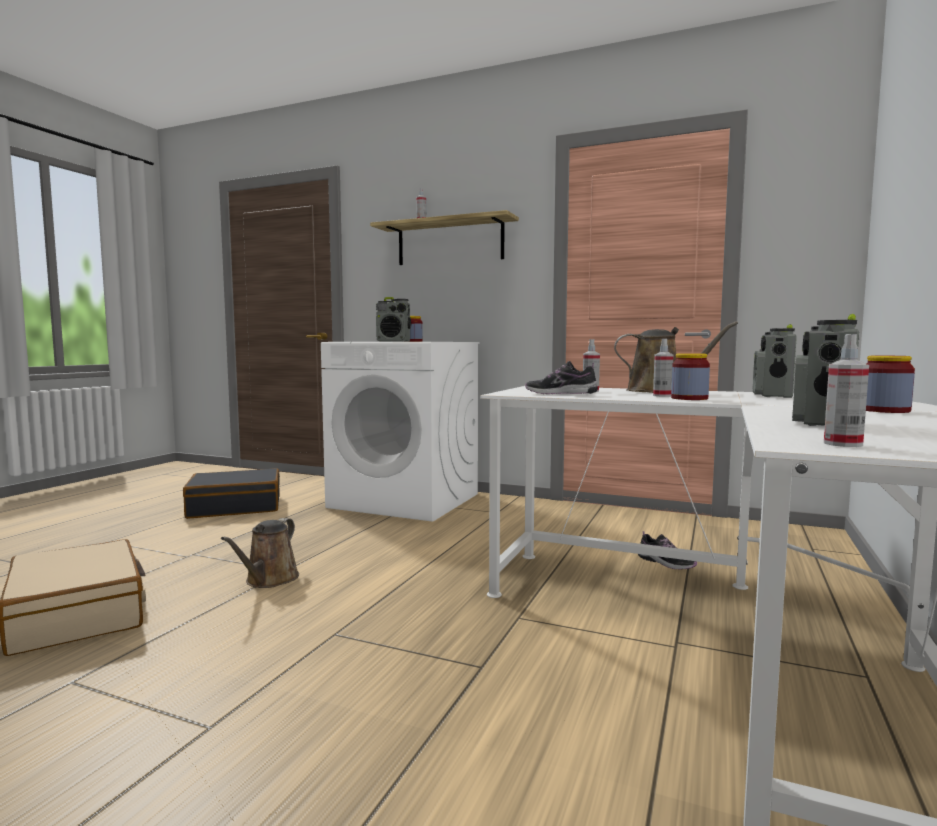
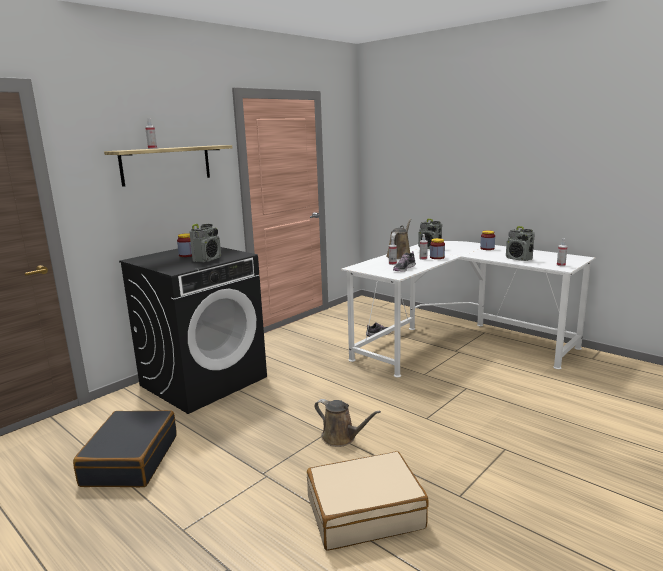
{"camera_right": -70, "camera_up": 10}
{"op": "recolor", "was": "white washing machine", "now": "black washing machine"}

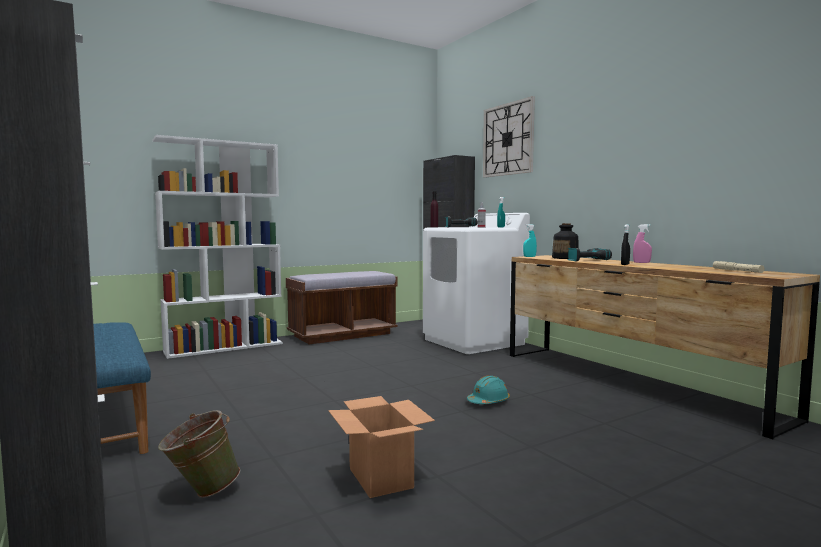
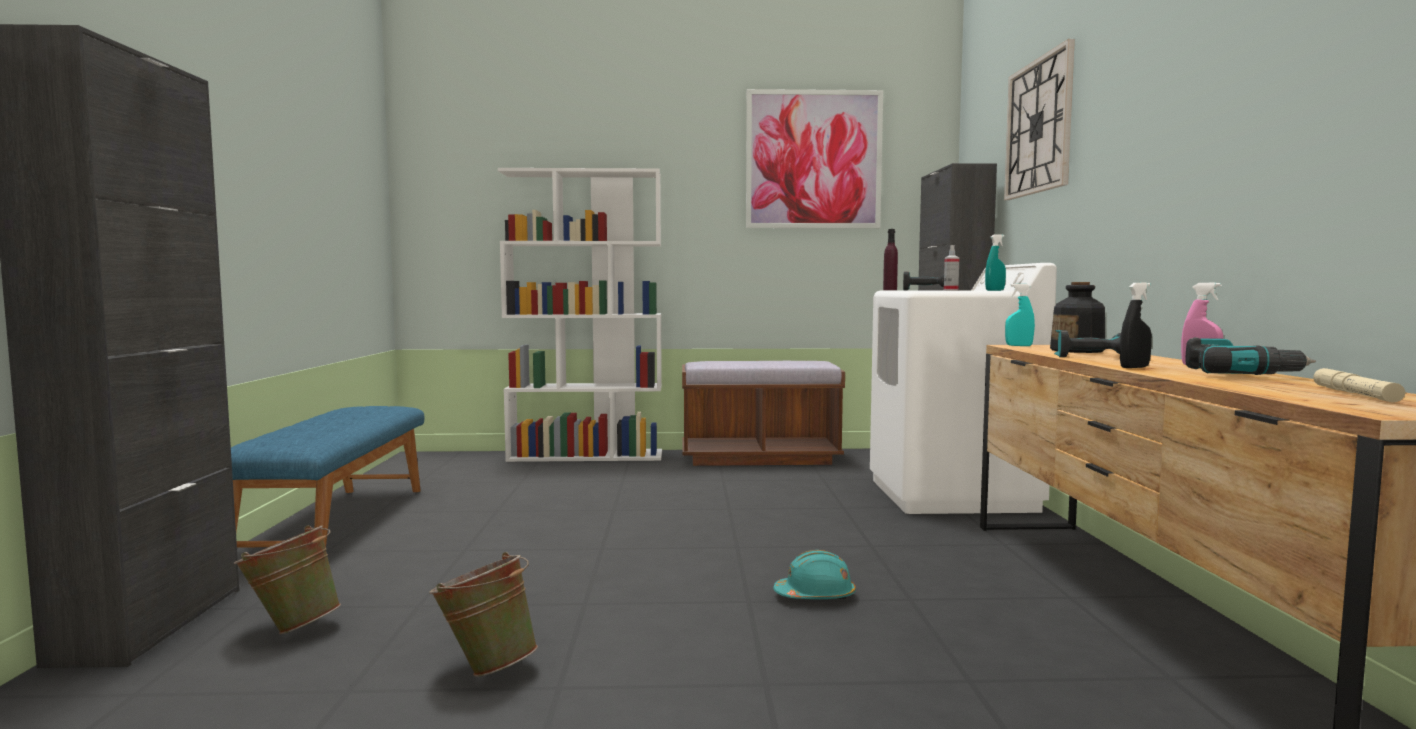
{"camera_right": 30, "camera_up": 0}
{"op": "replace", "was": "cardboard box", "now": "green bucket (2nd from left)"}
{"op": "insert", "now": "picture"}
{"op": "insert", "now": "power drill (3rd from left)"}

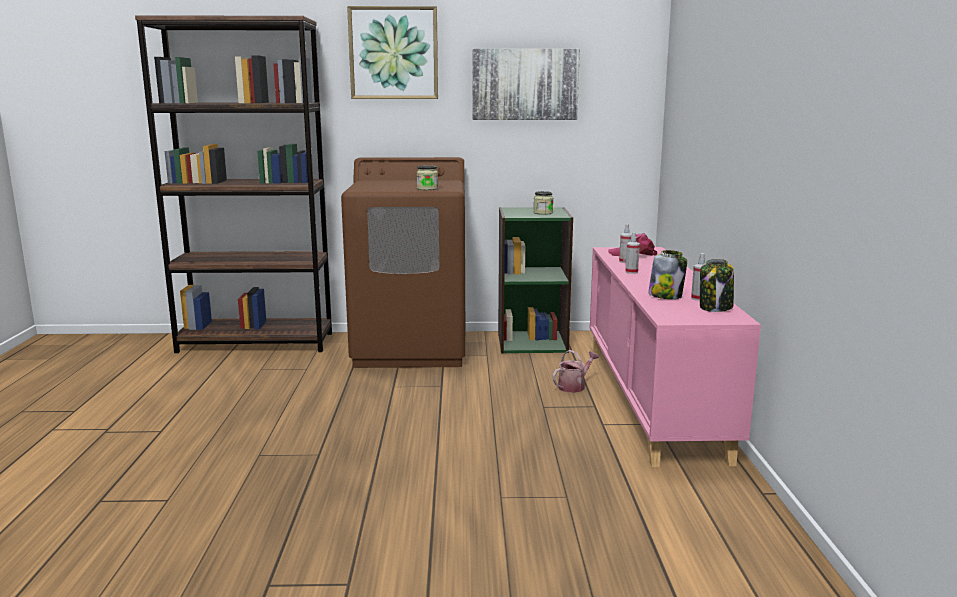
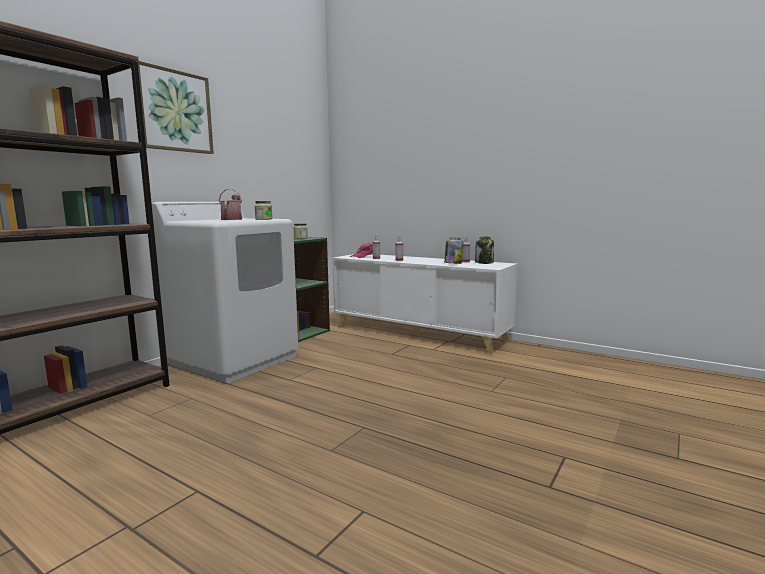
{"camera_right": -55, "camera_up": -5}
{"op": "recolor", "was": "brown washing machine", "now": "white washing machine"}
{"op": "move", "was": "watering can"}
{"op": "recolor", "was": "pink cabinet", "now": "white cabinet"}
{"op": "delete", "was": "picture (2nd from left)"}

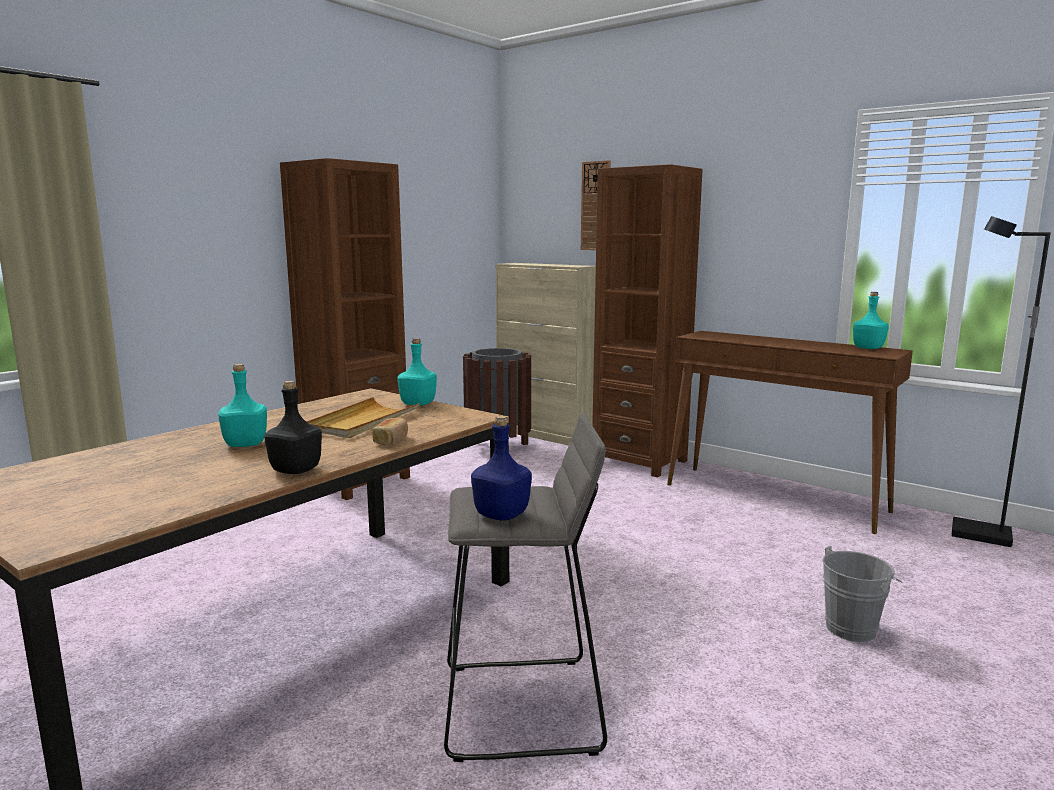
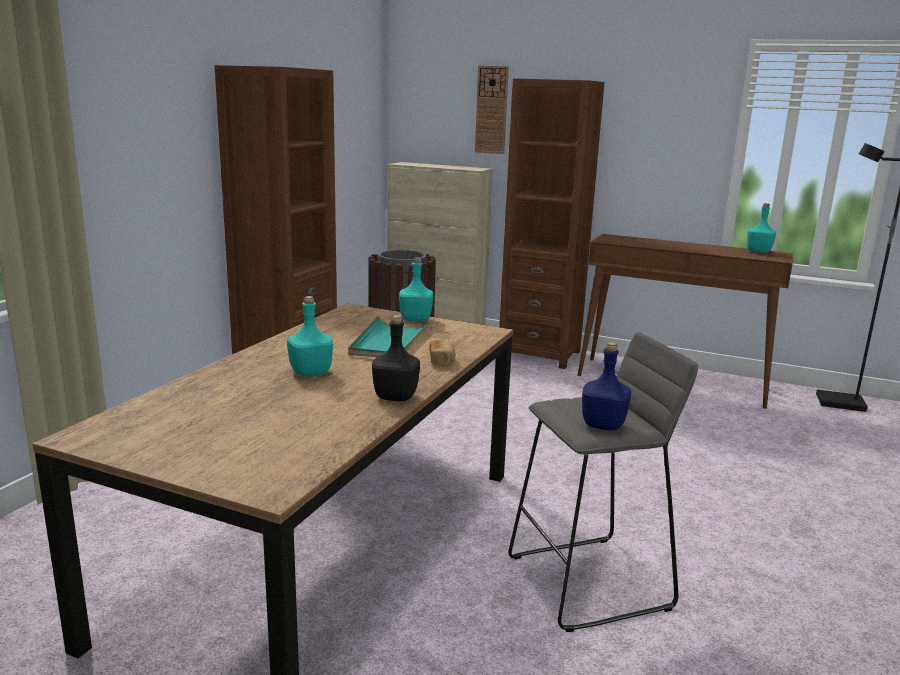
{"camera_right": -15, "camera_up": 5}
{"op": "recolor", "was": "beige tray", "now": "turquoise tray"}
{"op": "delete", "was": "grey bucket"}

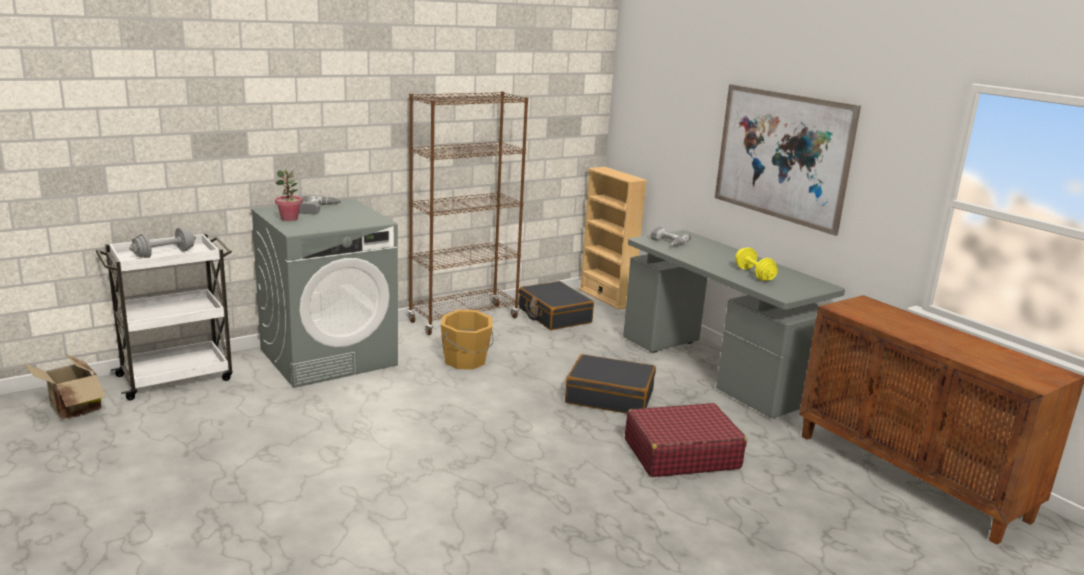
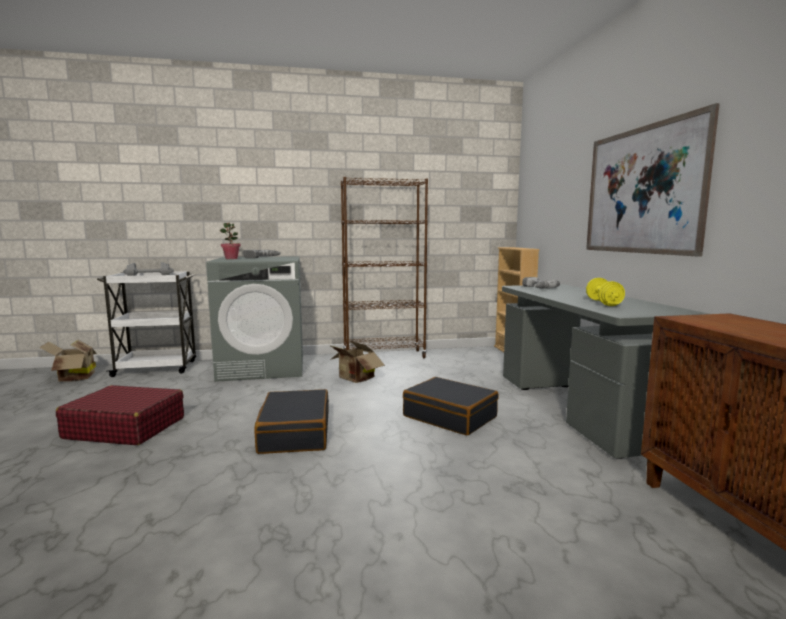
{"camera_right": 25, "camera_up": -10}
{"op": "move", "was": "red suitcase"}
{"op": "move", "was": "black suitcase (1st from left)"}
{"op": "replace", "was": "orange bucket", "now": "cardboard box (2nd from left)"}

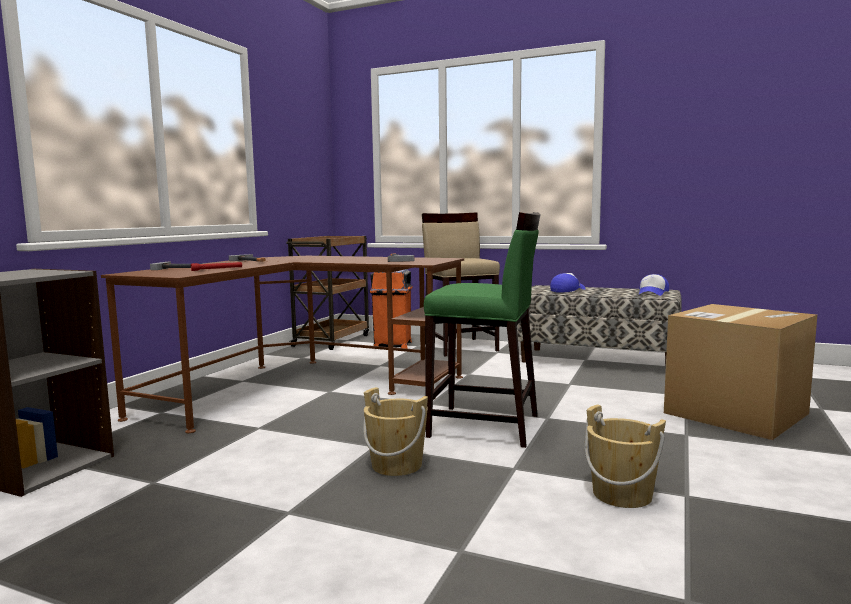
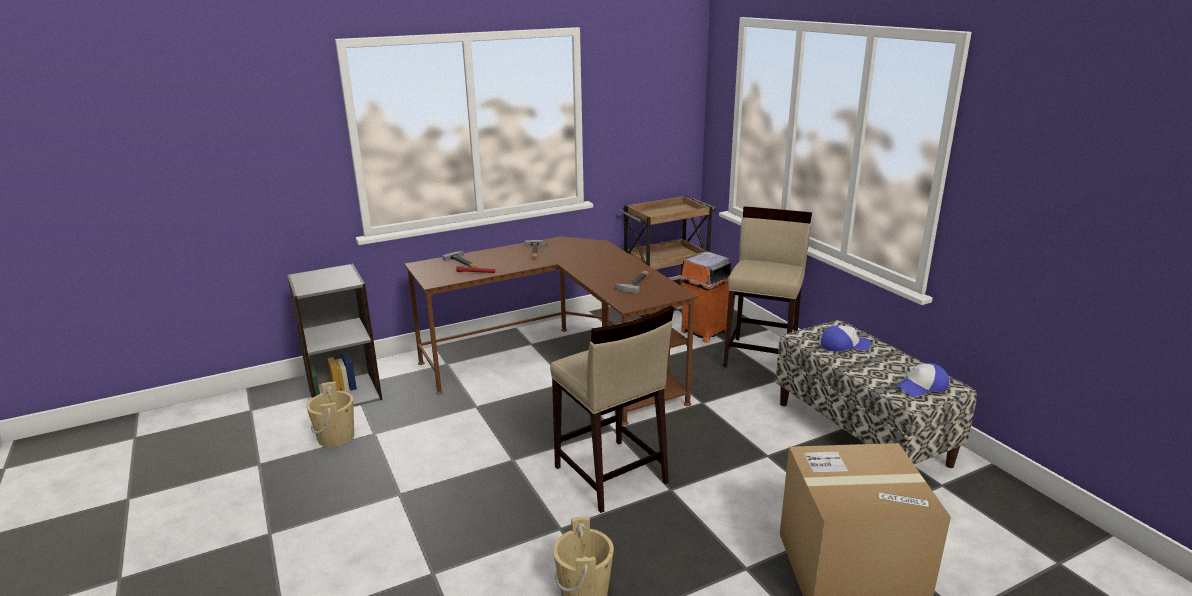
{"camera_right": 40, "camera_up": 15}
{"op": "move", "was": "beige bucket (1st from left)"}
{"op": "recolor", "was": "green stool", "now": "beige stool (1st from left)"}

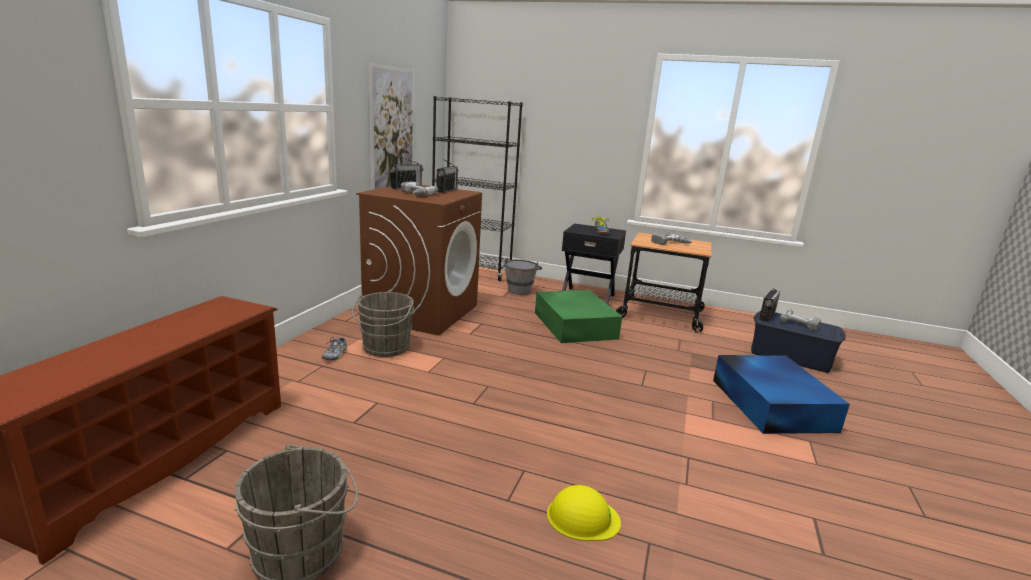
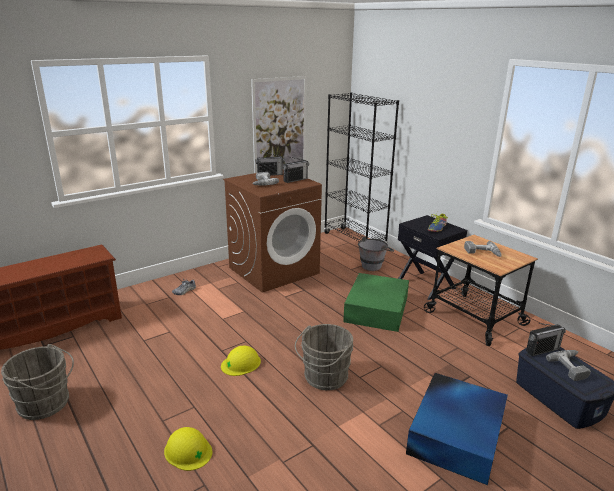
{"camera_right": 35, "camera_up": 5}
{"op": "insert", "now": "yellow hard hat (2nd from left)"}
{"op": "move", "was": "grey bucket (2nd from left)"}

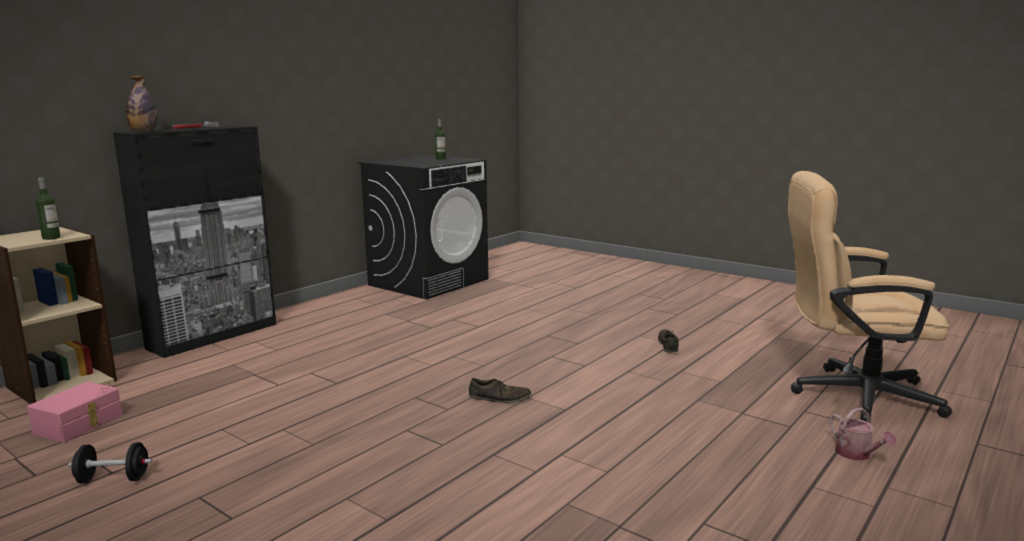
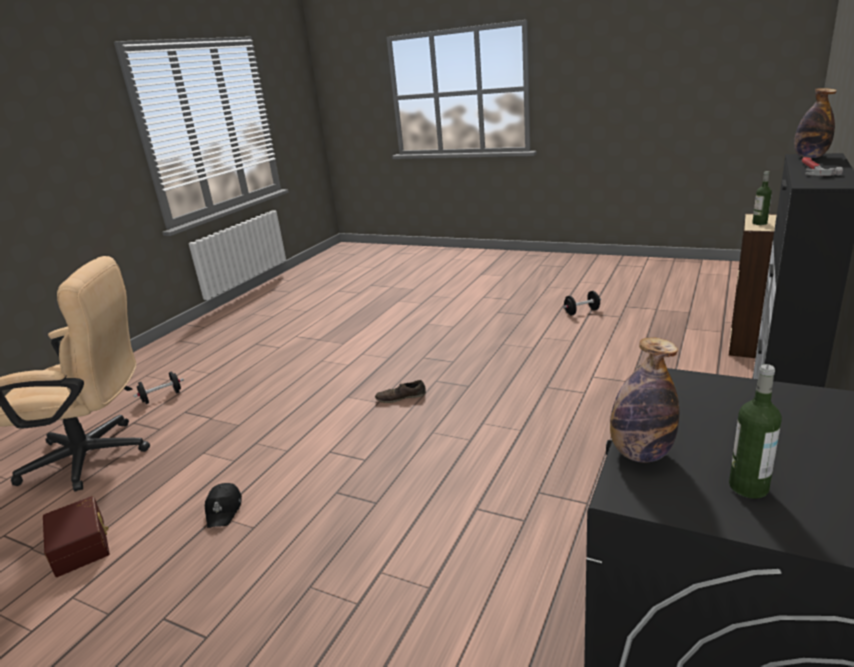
{"camera_right": 170, "camera_up": 10}
{"op": "insert", "now": "brown storage box"}
{"op": "replace", "was": "watering can", "now": "black dumbbell (1st from left)"}
{"op": "replace", "was": "brown shoe (2nd from left)", "now": "black cap"}
{"op": "insert", "now": "bottle (1st from left)"}
{"op": "delete", "was": "pink storage box"}

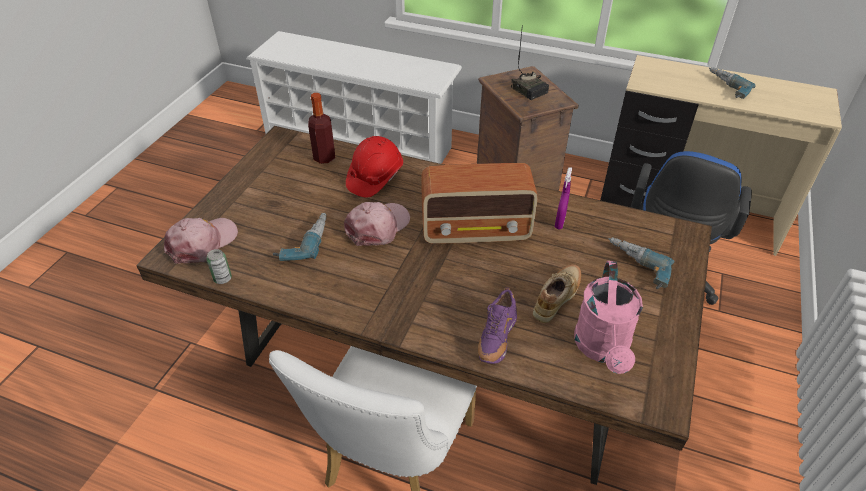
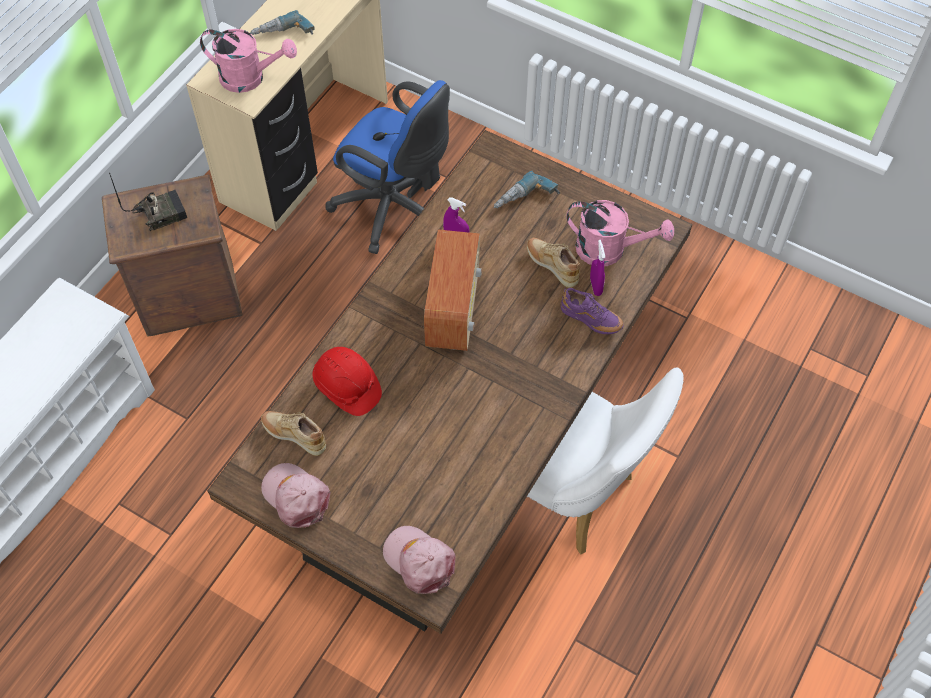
{"camera_right": -80, "camera_up": 15}
{"op": "insert", "now": "pink watering can (1st from left)"}
{"op": "replace", "was": "bottle", "now": "beige shoe (1st from left)"}
{"op": "move", "was": "pink cap (2nd from left in the first image)", "now": "pink cap (1st from left)"}
{"op": "insert", "now": "purple spray bottle (2nd from left)"}
{"op": "delete", "was": "can"}
{"op": "delete", "was": "power drill (1st from left)"}

